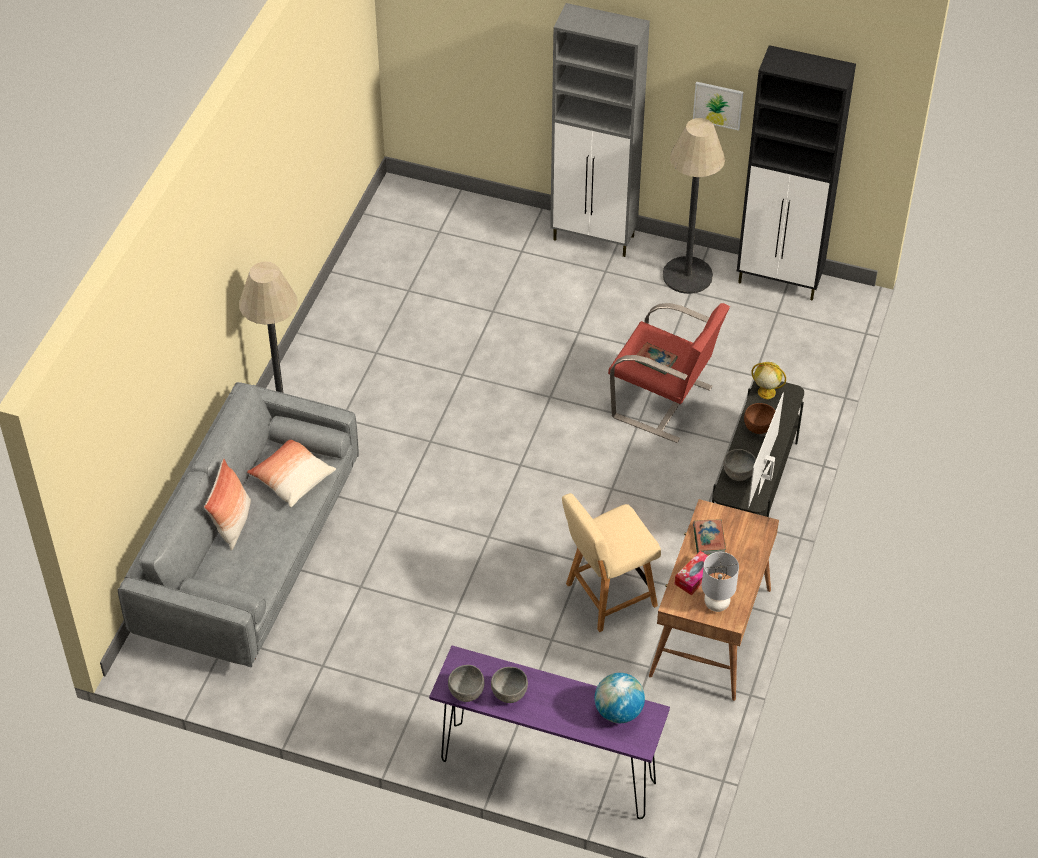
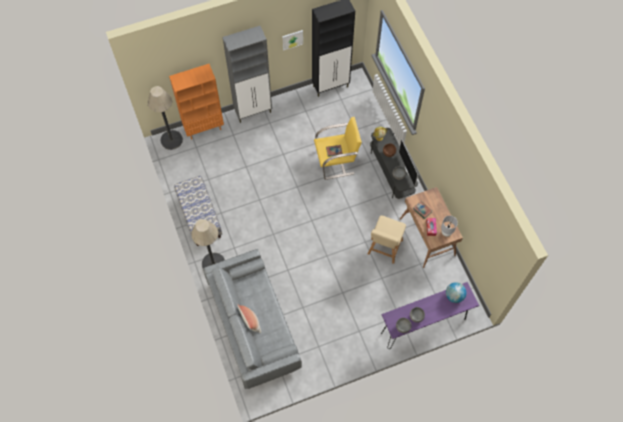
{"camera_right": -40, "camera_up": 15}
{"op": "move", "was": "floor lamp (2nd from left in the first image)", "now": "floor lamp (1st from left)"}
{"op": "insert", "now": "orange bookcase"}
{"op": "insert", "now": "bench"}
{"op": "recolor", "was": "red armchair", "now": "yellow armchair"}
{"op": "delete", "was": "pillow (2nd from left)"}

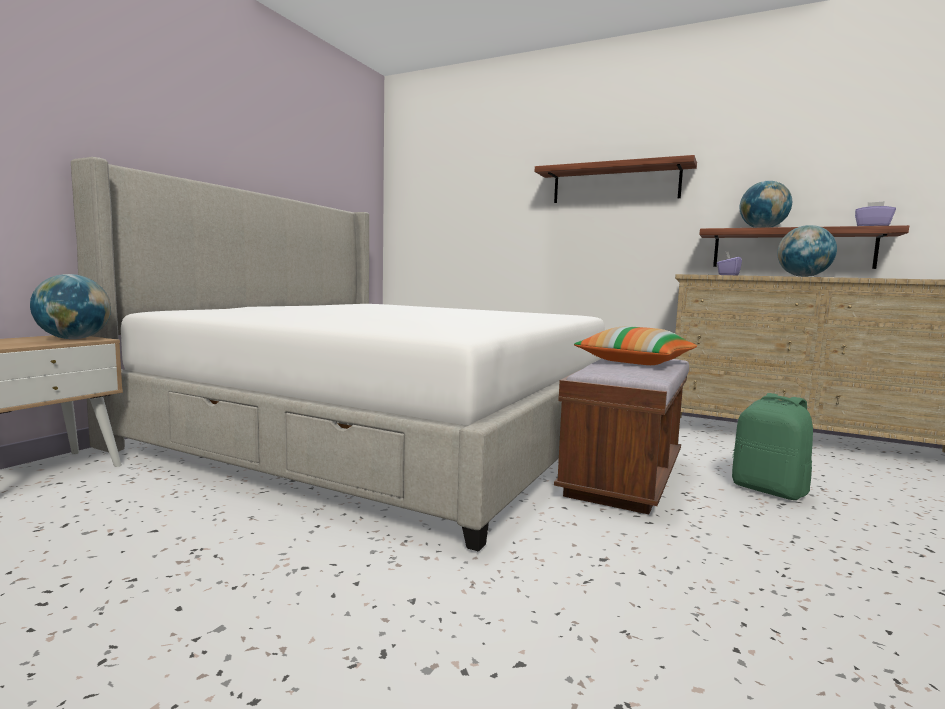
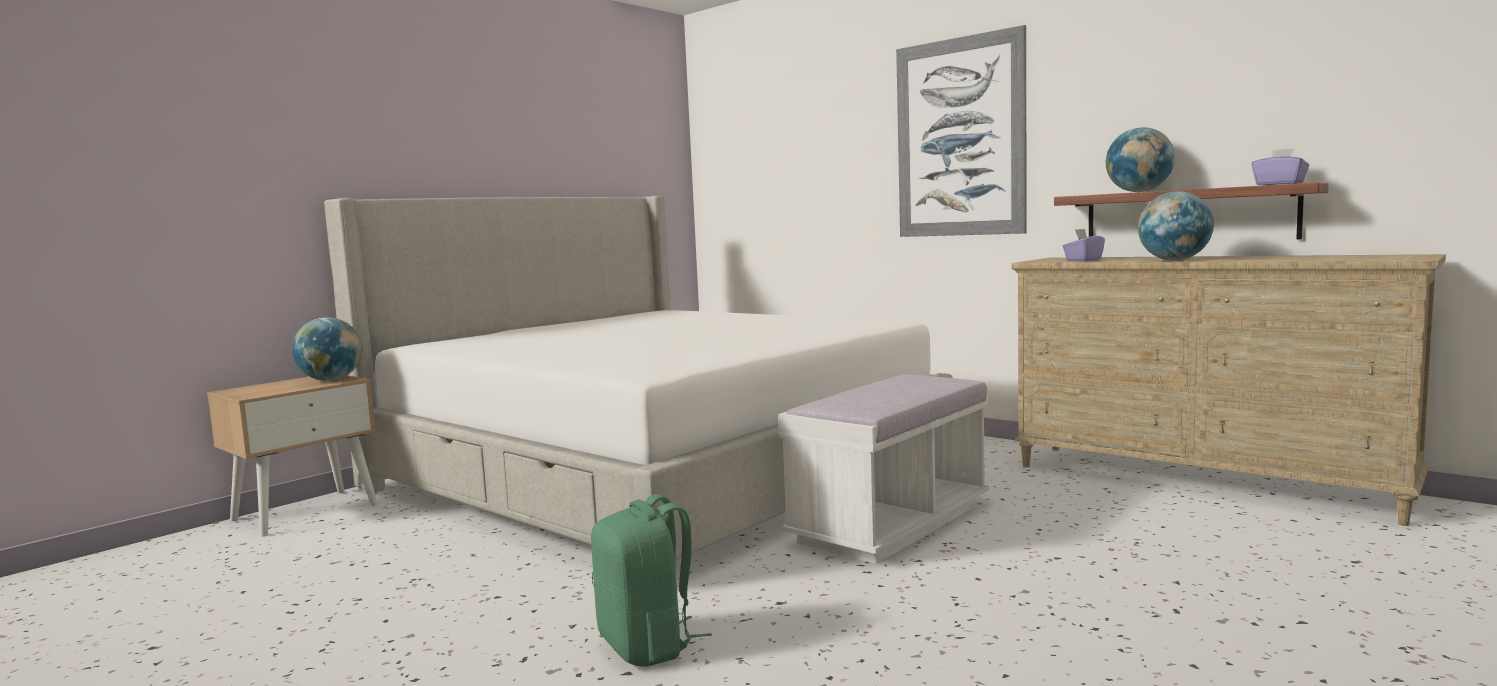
{"camera_right": 15, "camera_up": 0}
{"op": "move", "was": "green backpack"}
{"op": "recolor", "was": "brown bench", "now": "white bench"}
{"op": "replace", "was": "shelf (1st from left)", "now": "picture"}
{"op": "delete", "was": "pillow"}

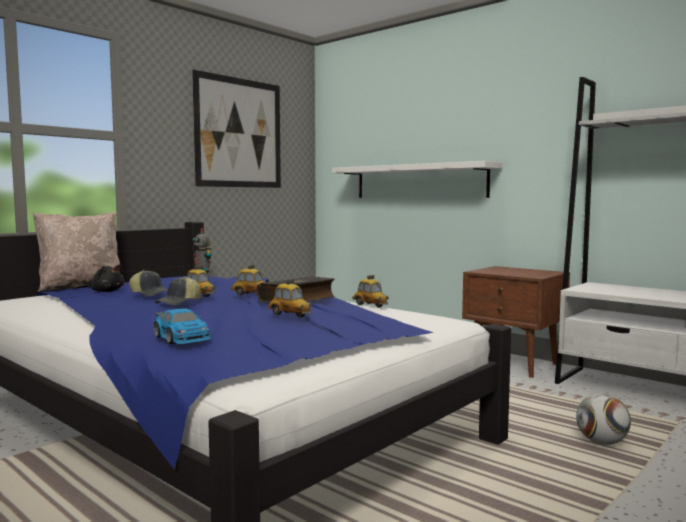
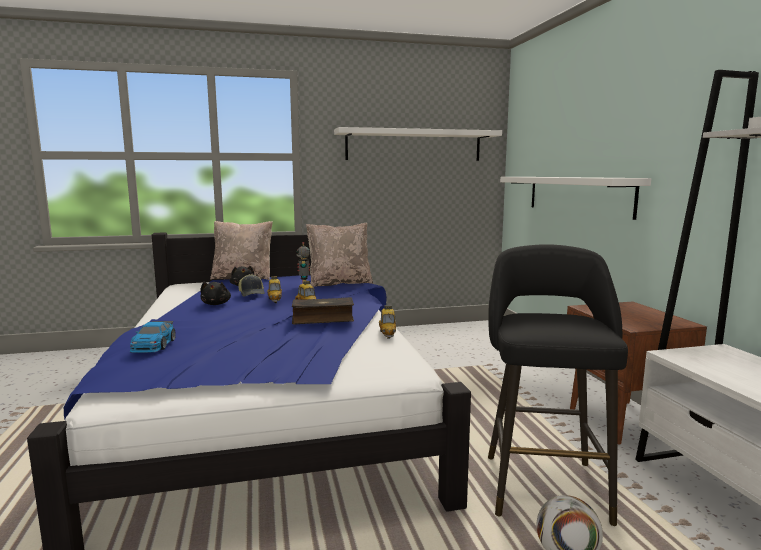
{"camera_right": 35, "camera_up": 5}
{"op": "insert", "now": "black plush toy (1st from left)"}
{"op": "insert", "now": "beige pillow (2nd from left)"}
{"op": "replace", "was": "picture", "now": "white shelf (1st from left)"}
{"op": "insert", "now": "black stool"}
{"op": "delete", "was": "cap (2nd from left)"}
{"op": "delete", "was": "toy car (4th from left)"}

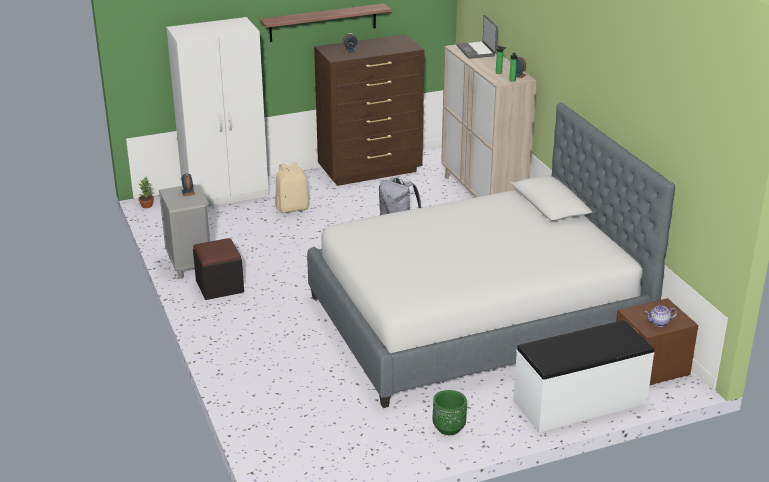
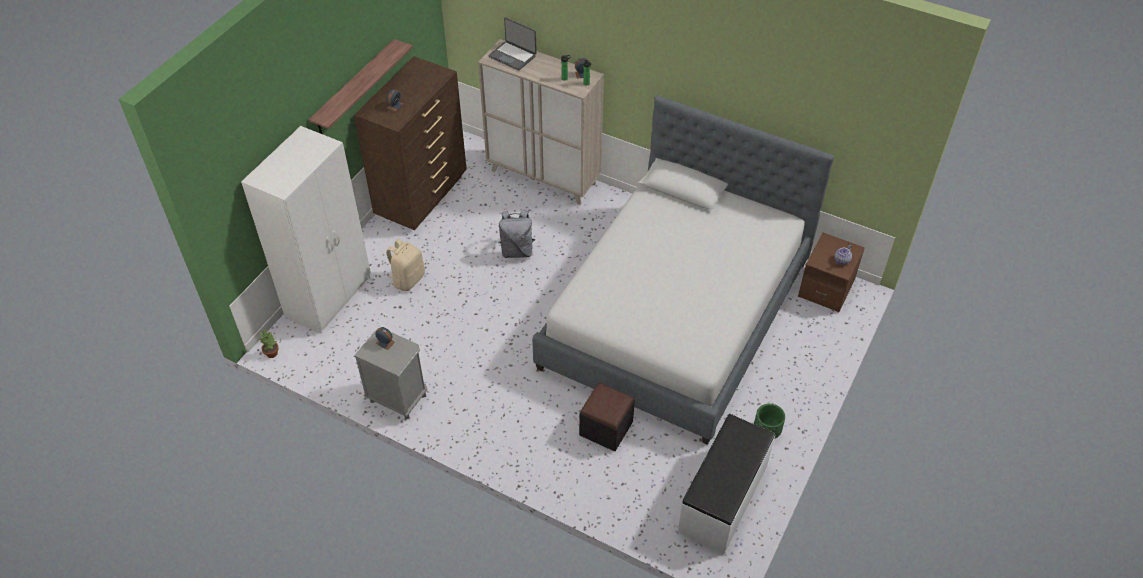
{"camera_right": -40, "camera_up": 20}
{"op": "move", "was": "black ottoman"}
{"op": "move", "was": "white bench"}

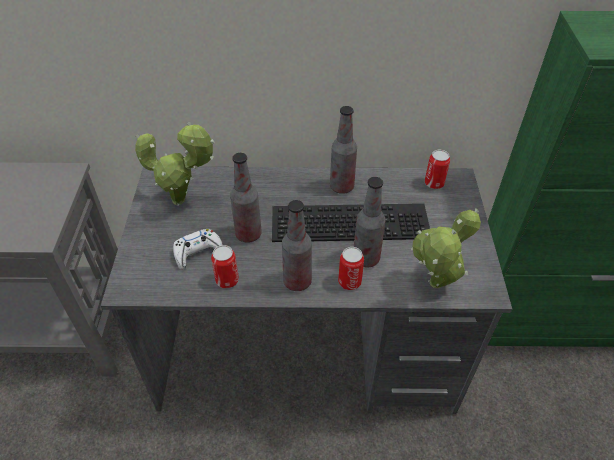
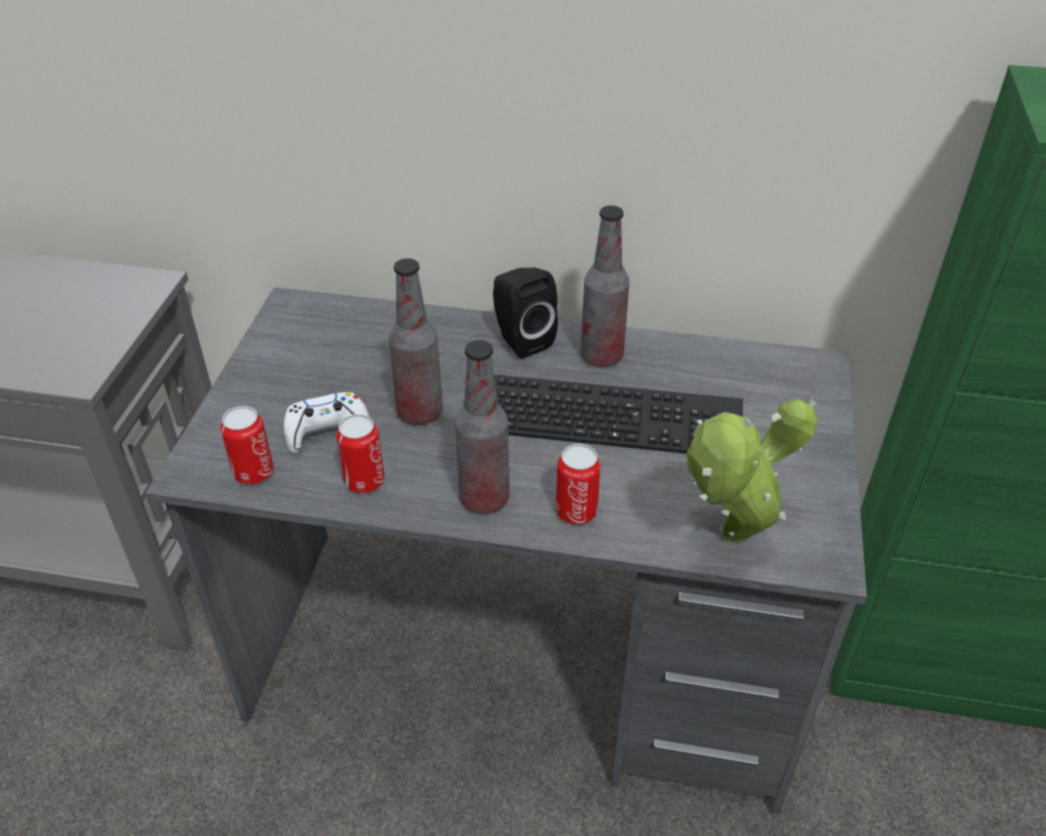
{"camera_right": 10, "camera_up": -5}
{"op": "move", "was": "can (3rd from left in the first image)", "now": "can (1st from left)"}
{"op": "insert", "now": "black speaker"}
{"op": "delete", "was": "potted plant (1st from left)"}
{"op": "delete", "was": "bottle (4th from left)"}

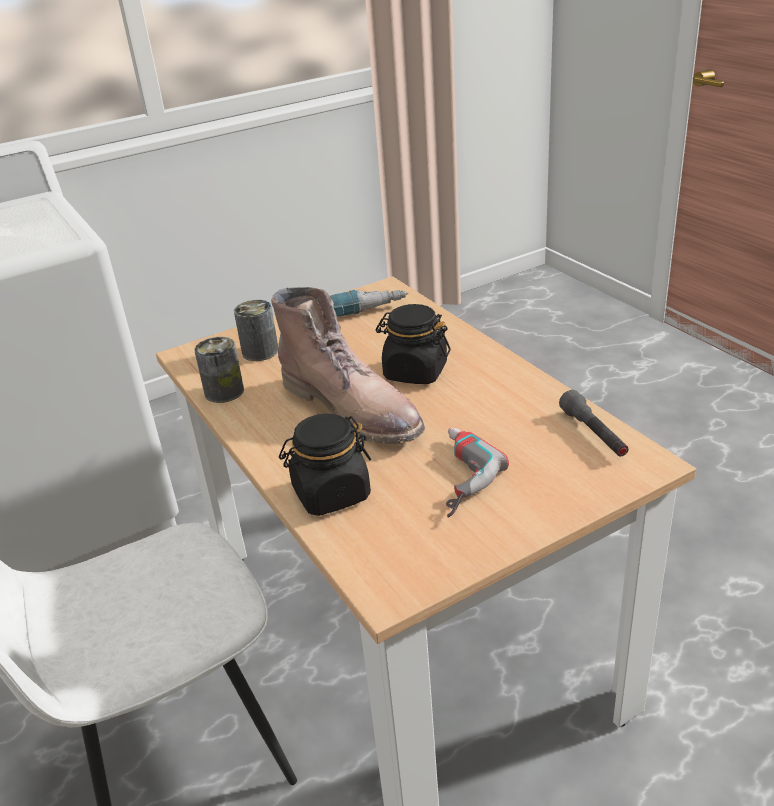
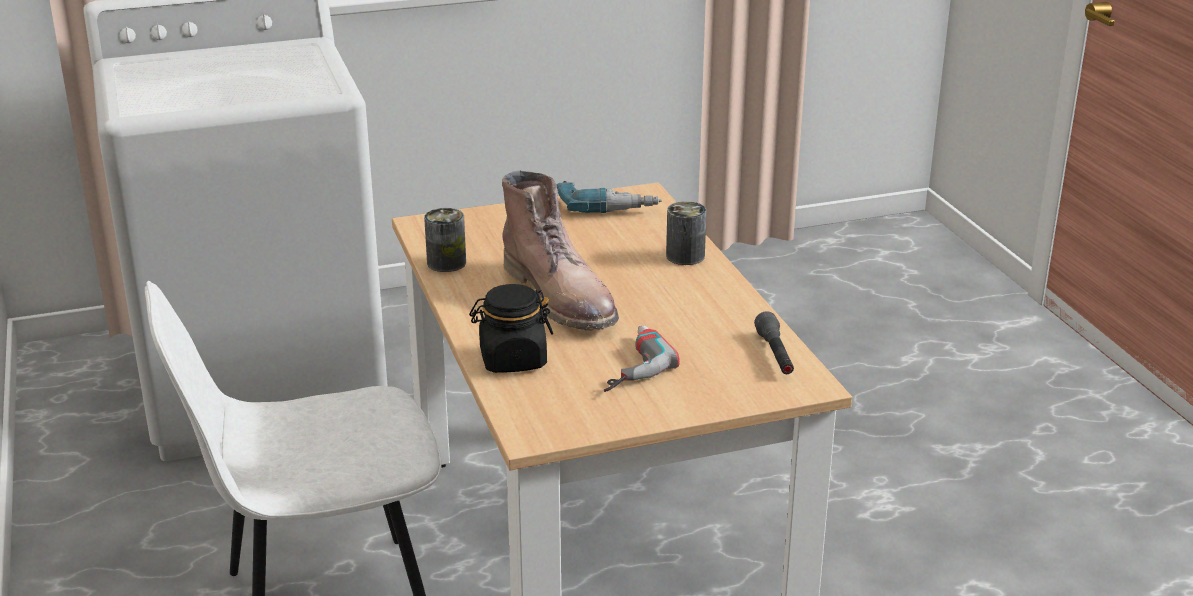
{"camera_right": 10, "camera_up": -5}
{"op": "move", "was": "can (2nd from left)"}
{"op": "delete", "was": "black jar (2nd from left)"}

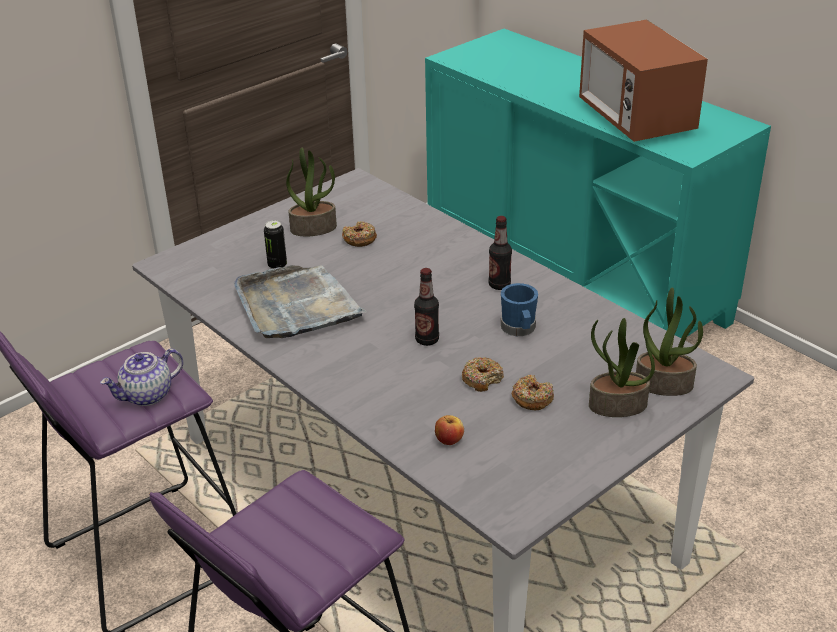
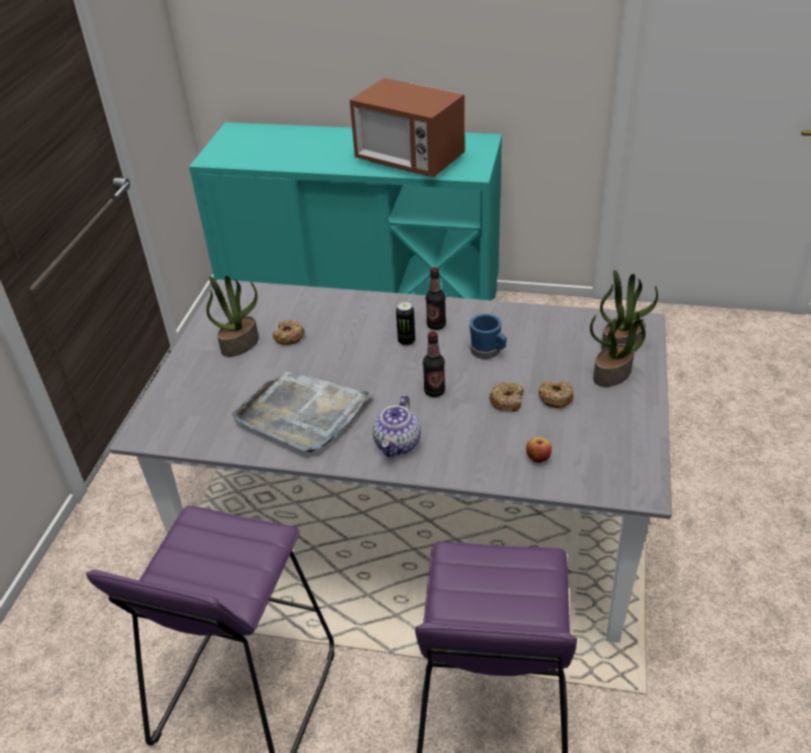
{"camera_right": -35, "camera_up": 5}
{"op": "move", "was": "teapot"}
{"op": "move", "was": "can"}

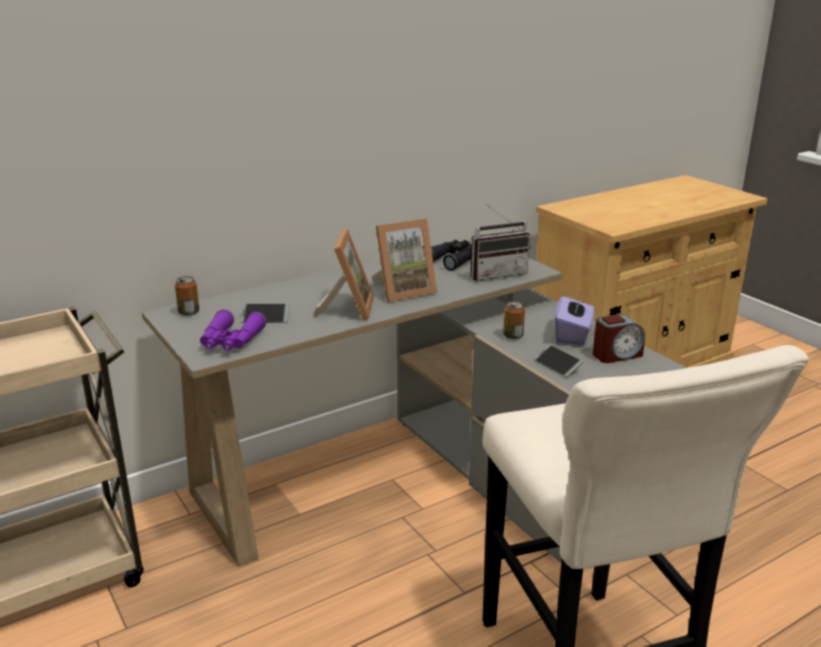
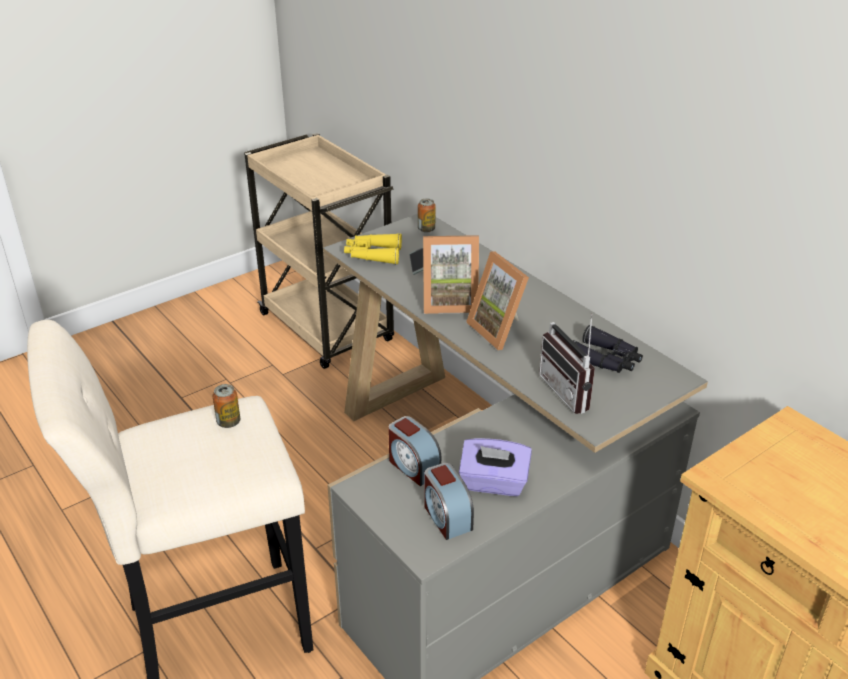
{"camera_right": 85, "camera_up": 10}
{"op": "move", "was": "can (2nd from left in the first image)", "now": "can (1st from left)"}
{"op": "recolor", "was": "purple binoculars", "now": "yellow binoculars"}
{"op": "replace", "was": "phone (2nd from left)", "now": "alarm clock (1st from left)"}

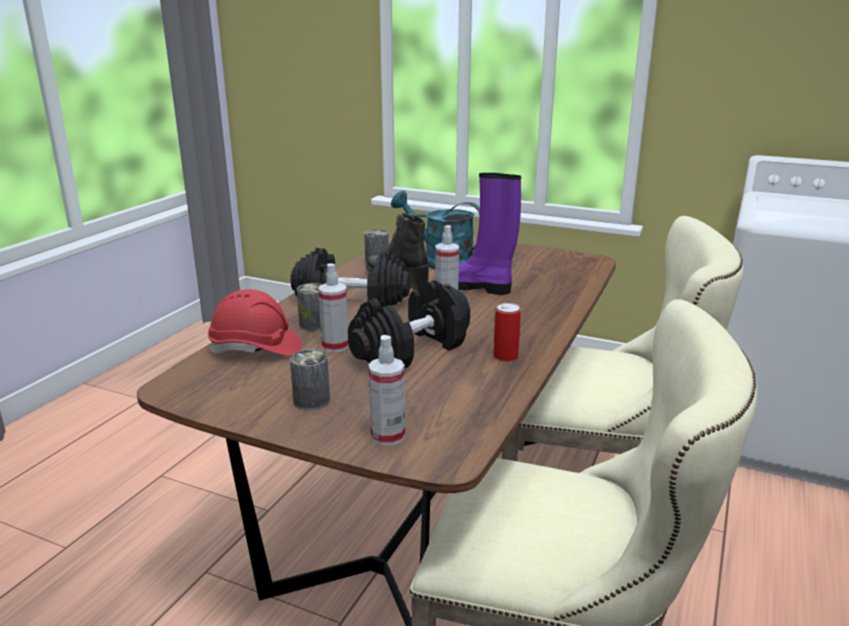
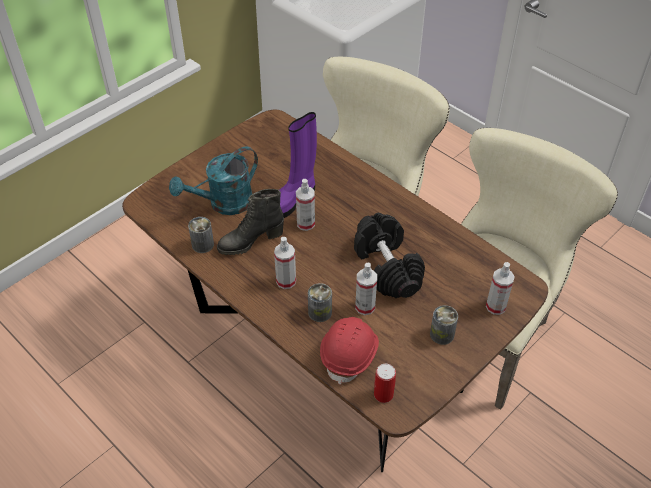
{"camera_right": -70, "camera_up": 25}
{"op": "replace", "was": "black dumbbell (1st from left)", "now": "spray bottle (1st from left)"}
{"op": "move", "was": "can (4th from left in the first image)", "now": "can (3rd from left)"}

